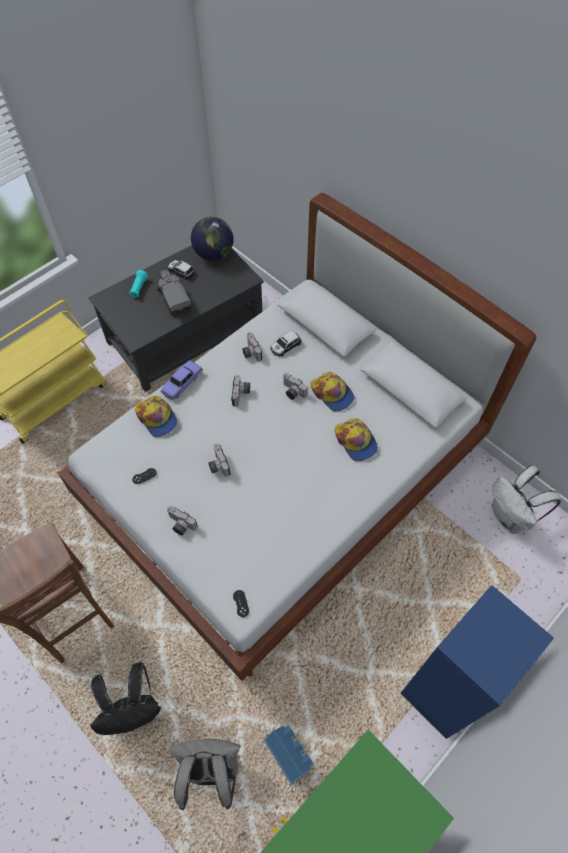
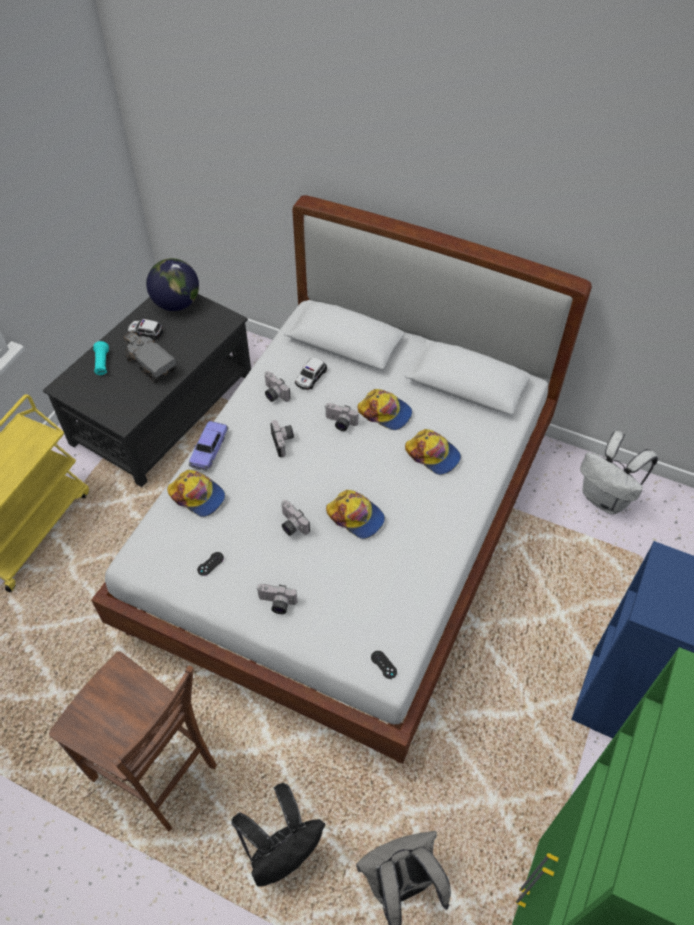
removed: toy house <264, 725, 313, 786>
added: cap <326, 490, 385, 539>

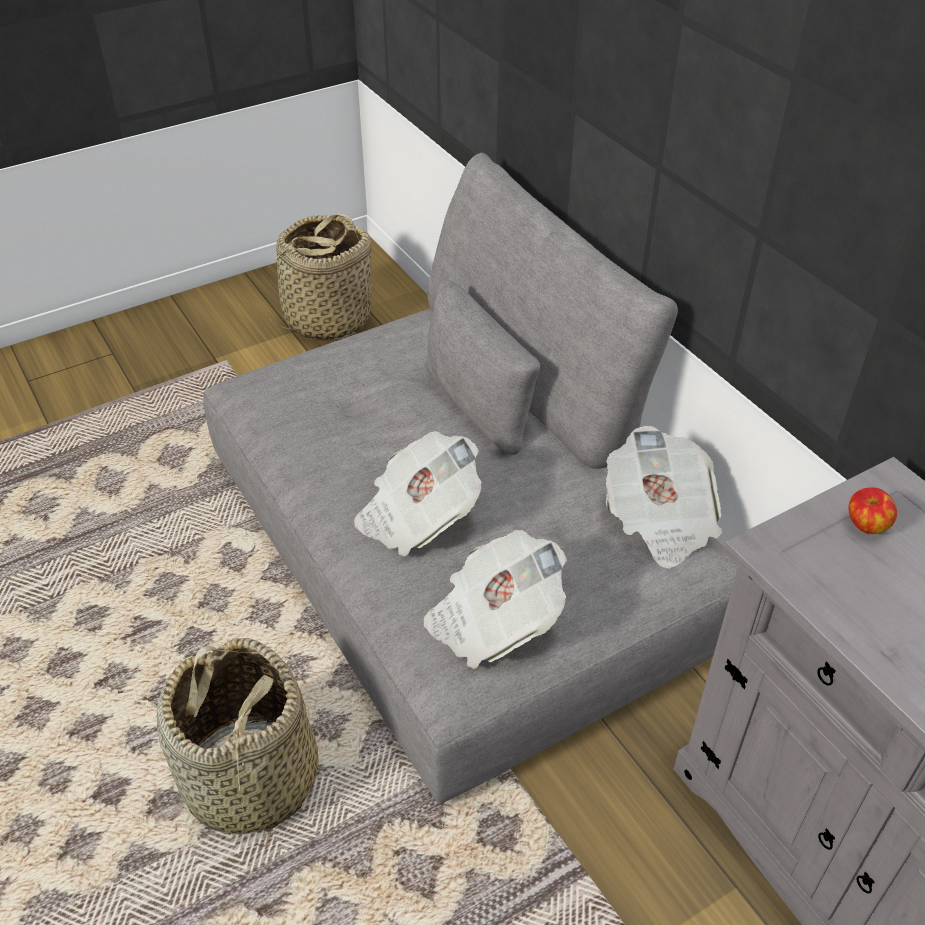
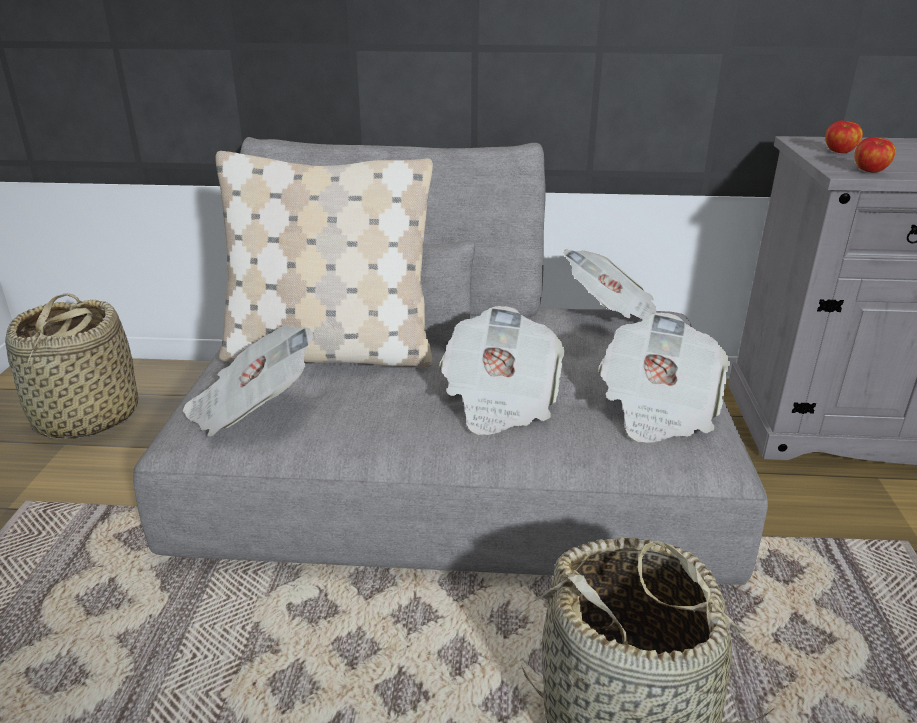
added: newspaper <183, 325, 315, 437>; beige pillow <215, 151, 433, 367>; apple <854, 137, 896, 173>

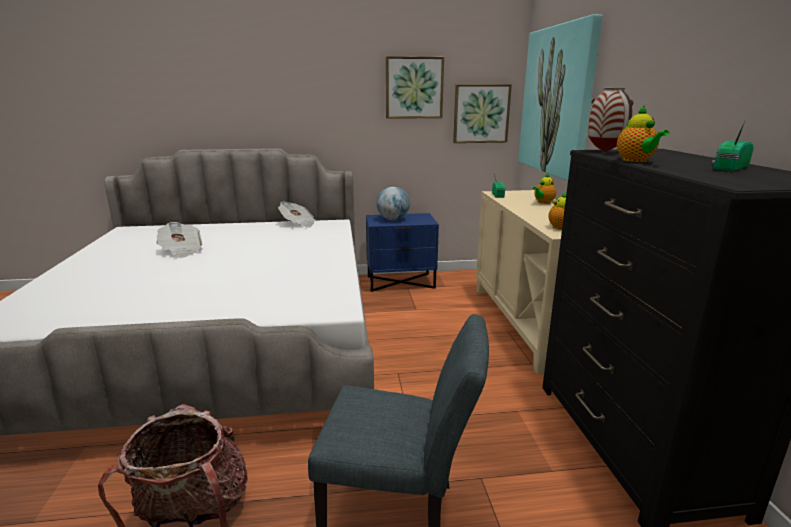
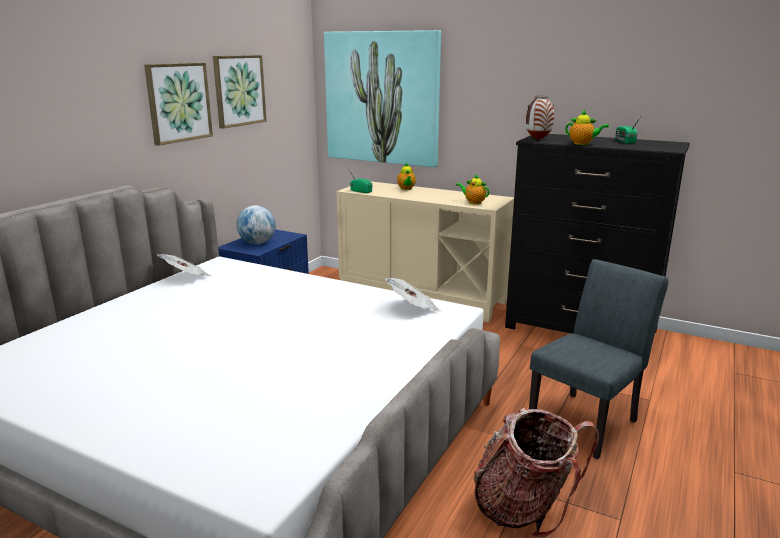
moved: newspaper <156, 222, 203, 258> to <385, 278, 441, 312>; picture <453, 84, 512, 143> to <144, 63, 213, 146>

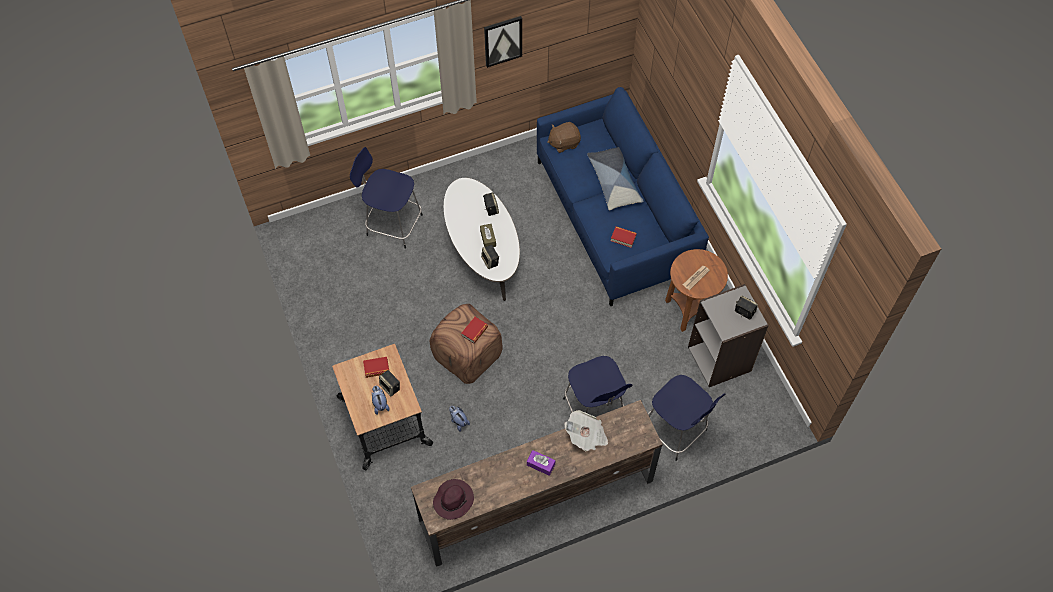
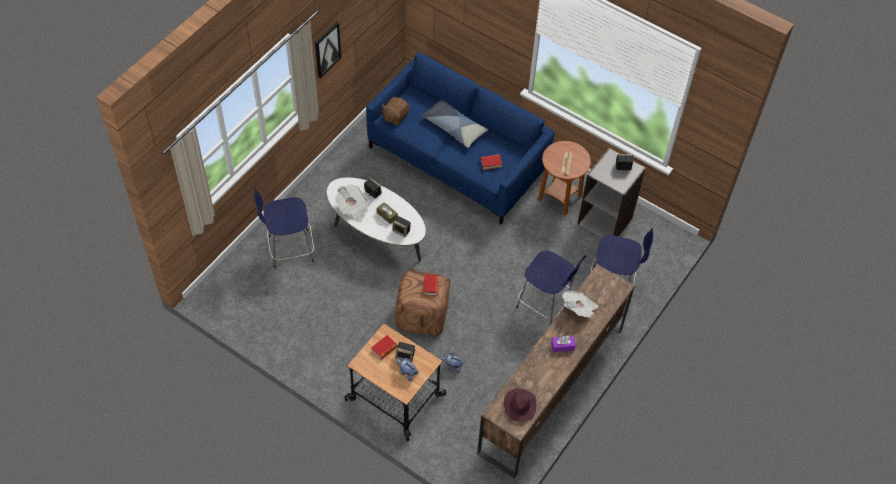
added: newspaper <335, 185, 370, 220>

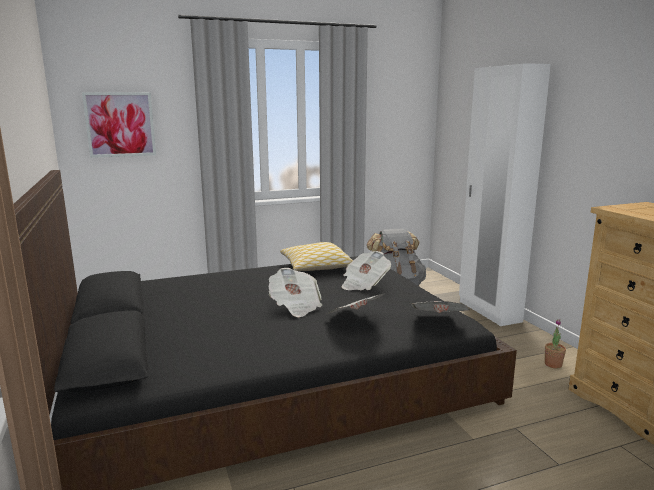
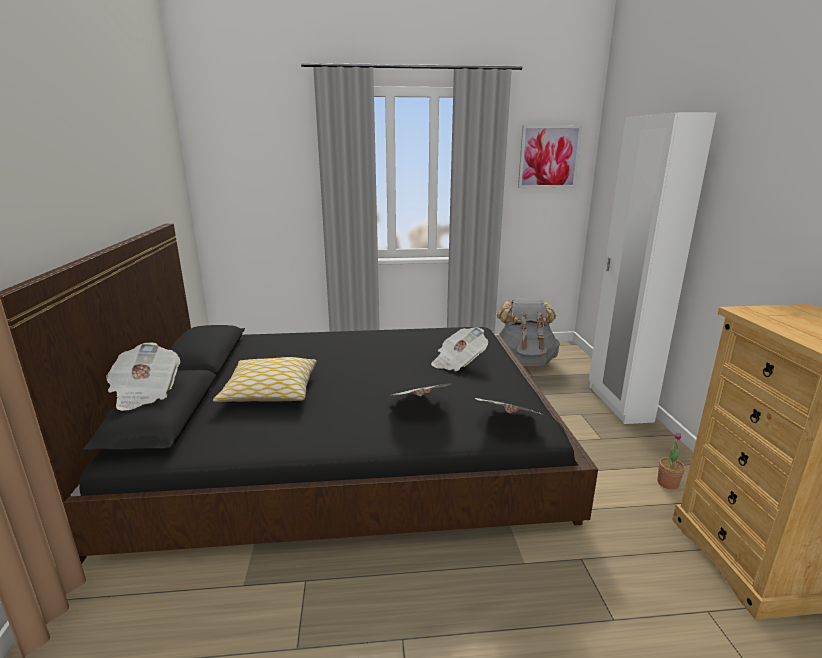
moved: picture <82, 92, 156, 158> to <518, 125, 582, 188>; newspaper <269, 268, 322, 317> to <106, 342, 180, 411>; pillow <280, 242, 353, 271> to <213, 357, 317, 402>

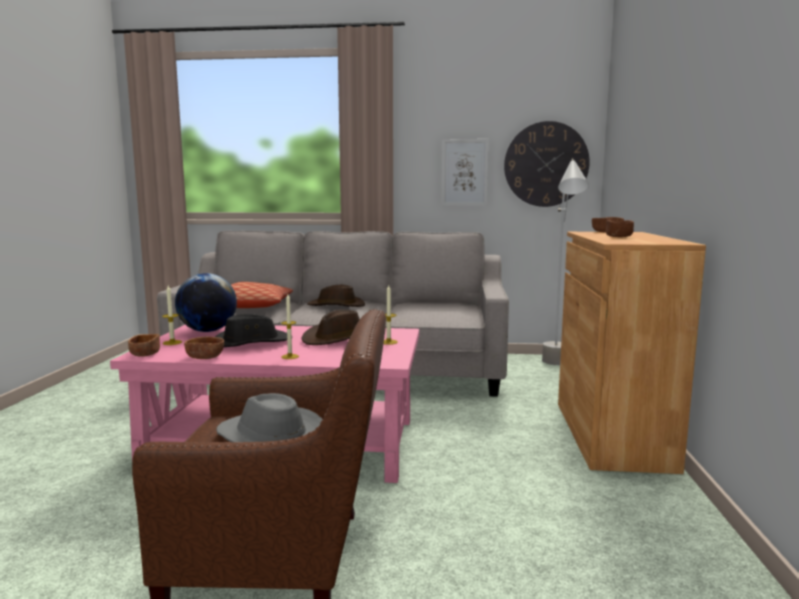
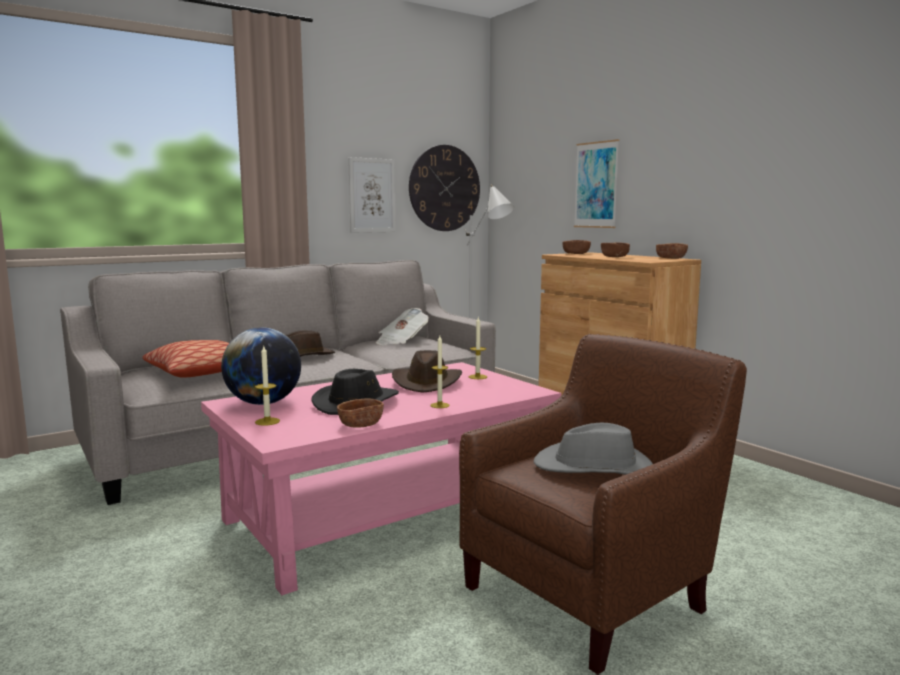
added: newspaper <376, 308, 429, 345>; picture <574, 139, 619, 228>
moved: brown bowl <128, 334, 160, 357> to <656, 243, 688, 259>

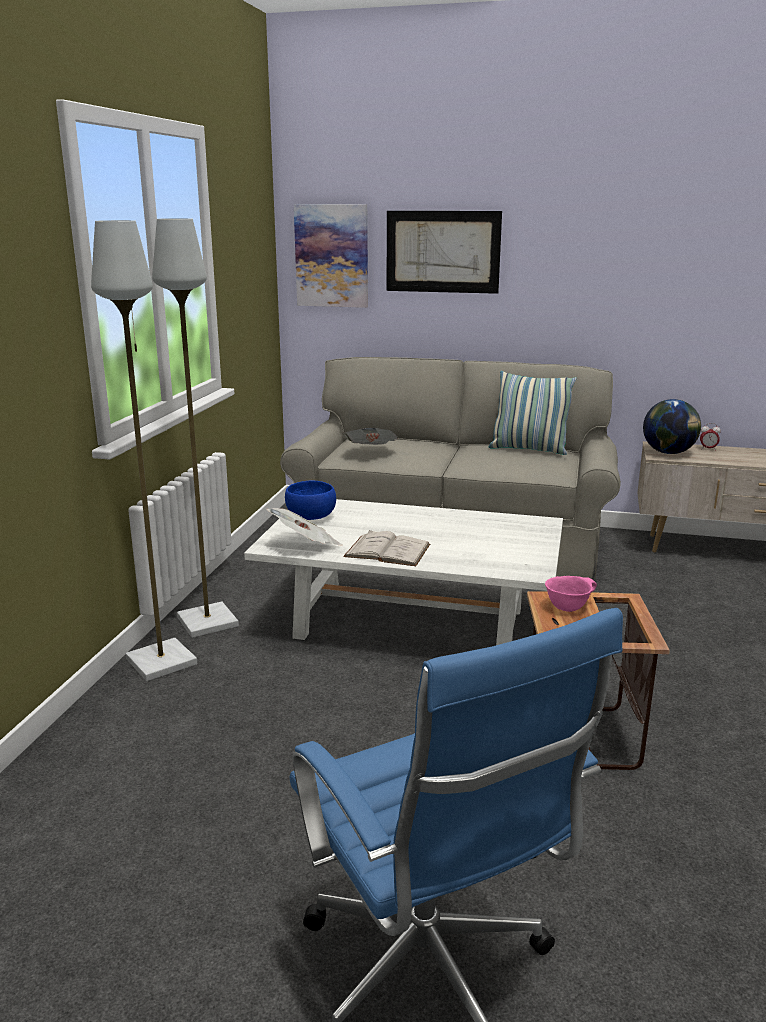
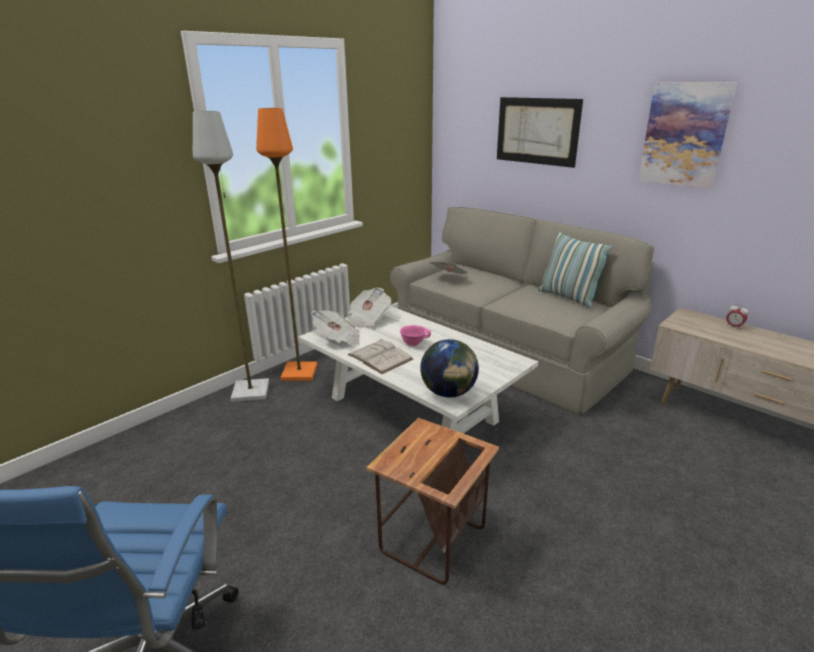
moved: picture <294, 204, 368, 308> to <638, 83, 737, 189>; pink bowl <545, 576, 597, 612> to <400, 325, 431, 346>; globe <643, 399, 701, 454> to <420, 339, 479, 398>
replaced: blue bowl <285, 481, 336, 520> to newspaper <348, 287, 391, 327>
recoloured: grey floor lamp <152, 218, 239, 638> to orange floor lamp <256, 108, 318, 381>

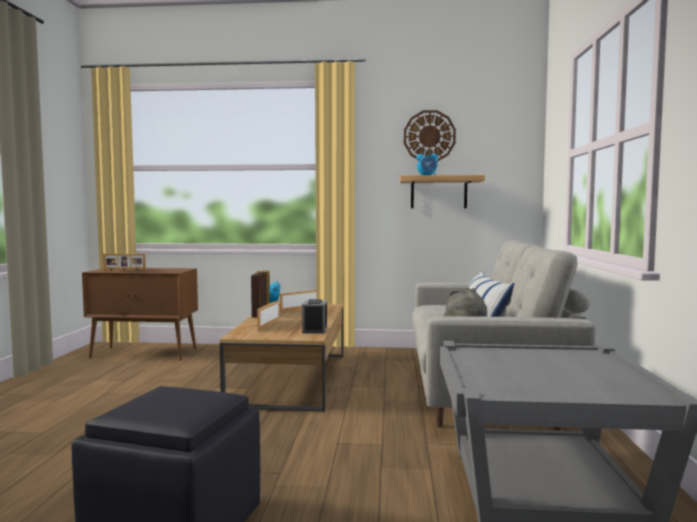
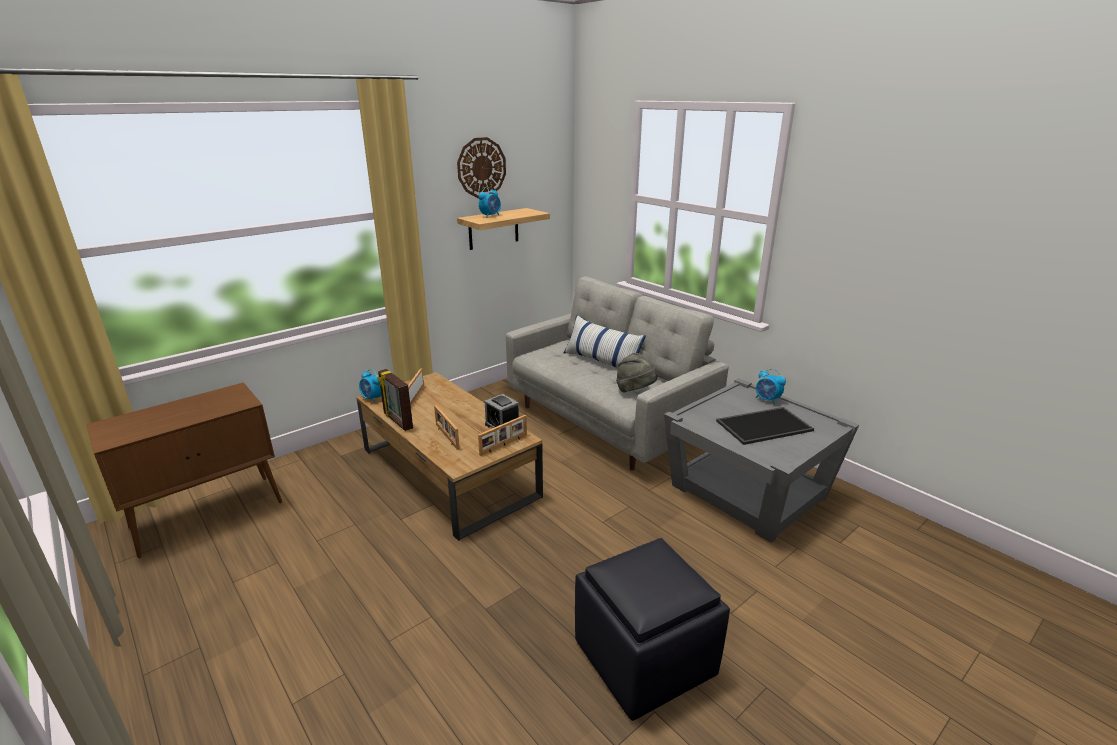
added: tray <716, 407, 814, 445>; alarm clock <755, 369, 786, 405>
moved: picture frame <103, 254, 146, 271> to <478, 415, 527, 456>

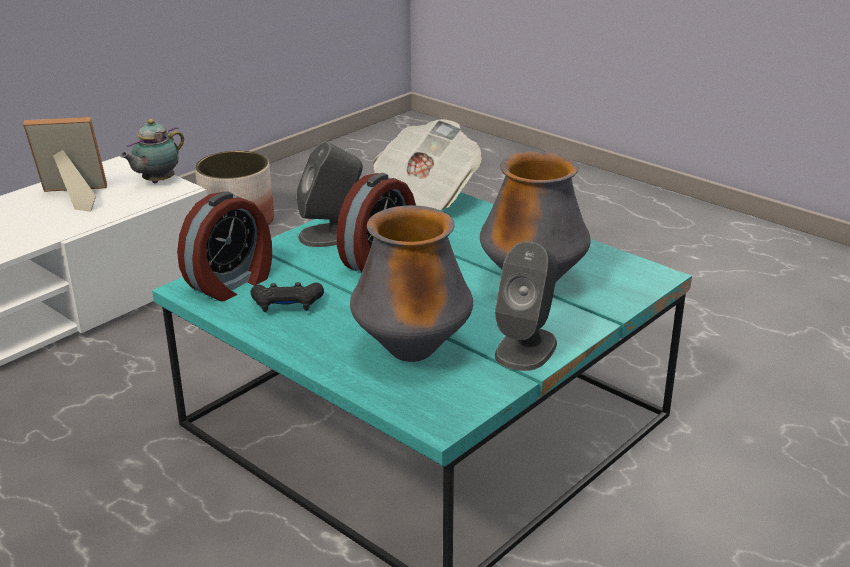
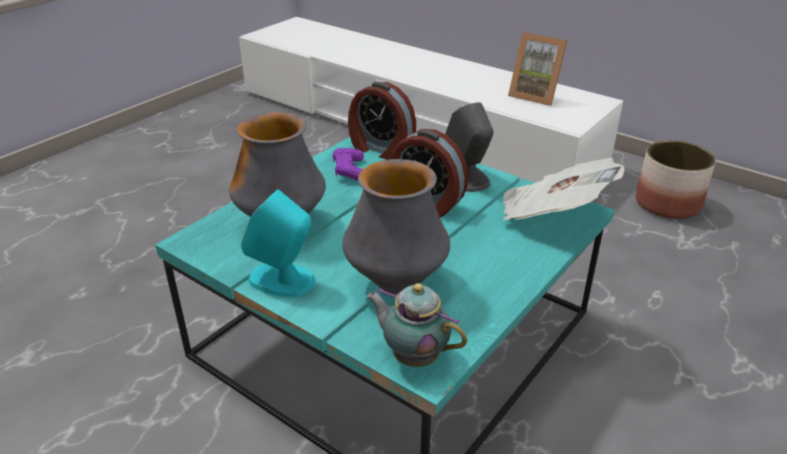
moved: teapot <120, 119, 184, 183> to <366, 283, 467, 367>
recoloured: black game controller <250, 282, 324, 312> to purple game controller <333, 148, 364, 181>; grey speaker <495, 242, 557, 371> to turquoise speaker <241, 189, 315, 297>
turned: picture frame <23, 117, 107, 212> = <508, 32, 568, 106> 135 degrees clockwise

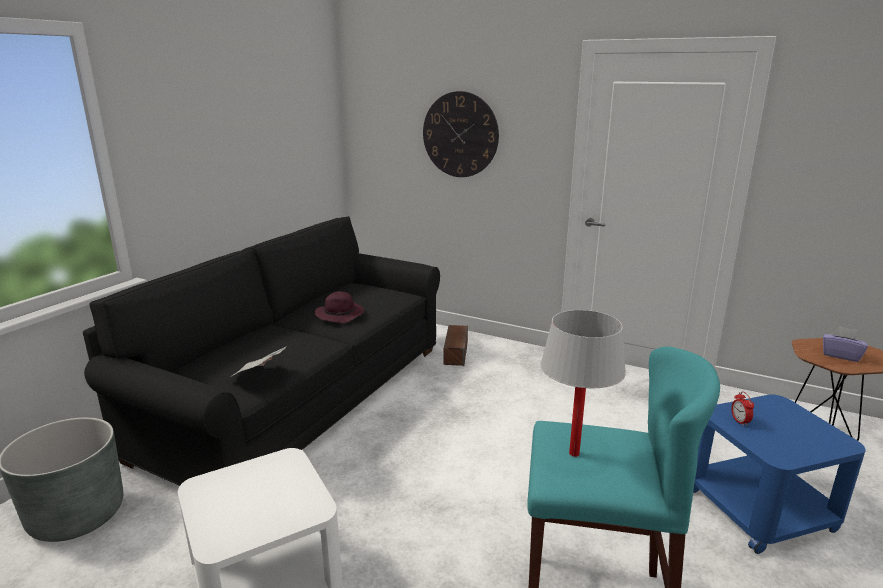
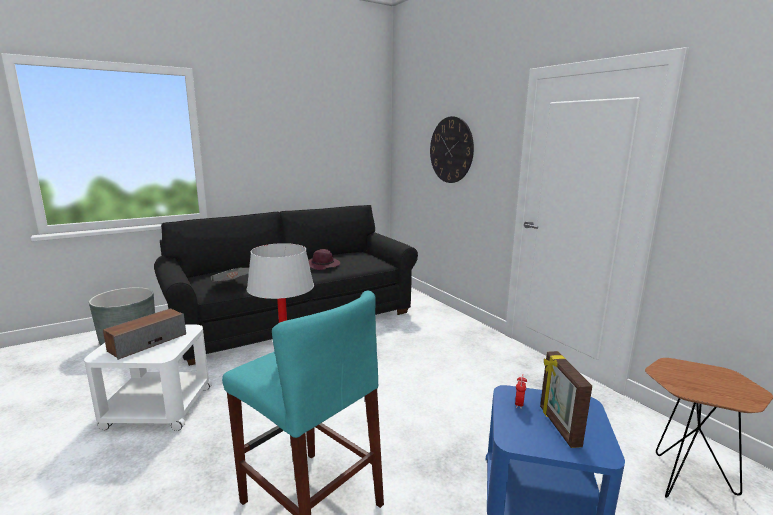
removed: purple tissue box <823, 326, 868, 362>
added: picture frame <540, 351, 592, 448>
moved: speaker <444, 325, 468, 366> to <103, 308, 186, 360>

